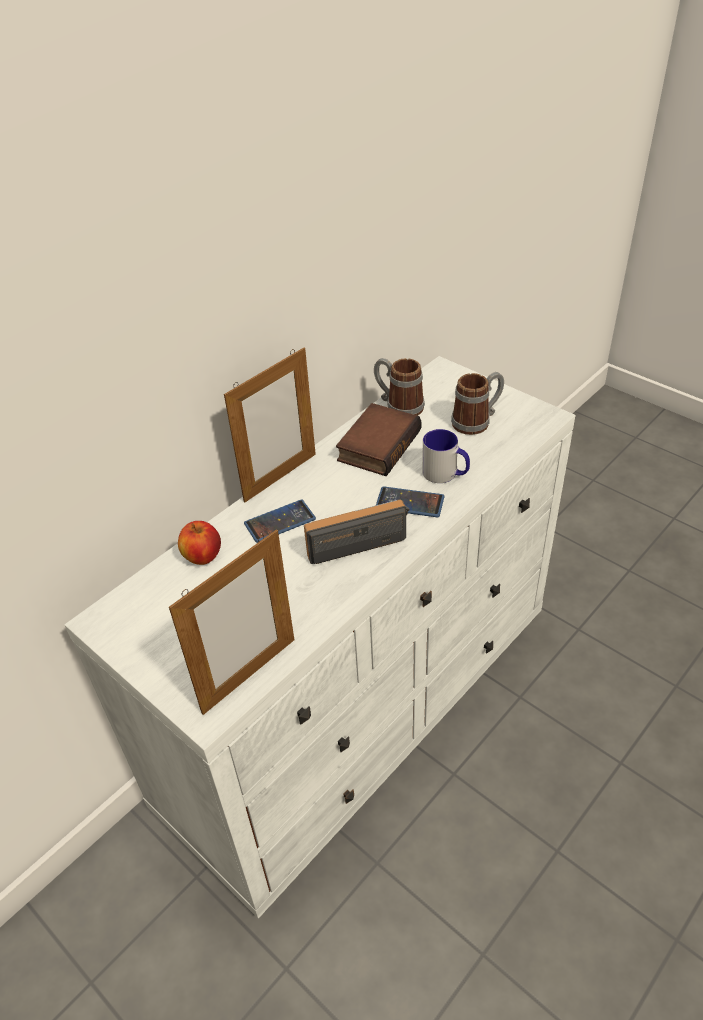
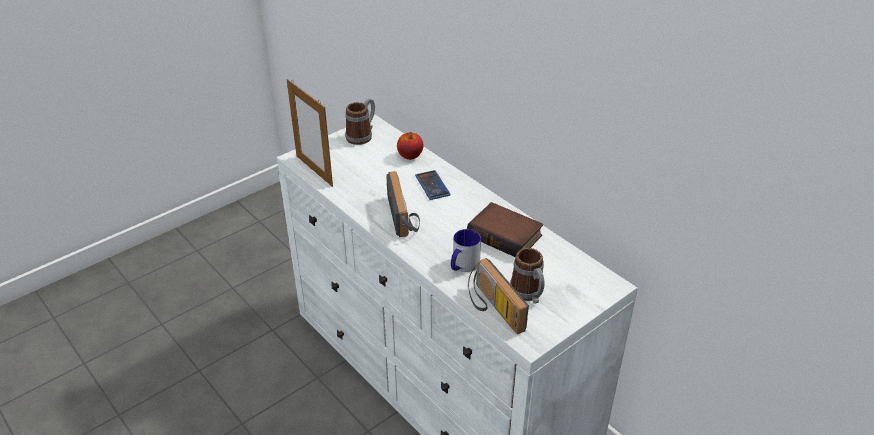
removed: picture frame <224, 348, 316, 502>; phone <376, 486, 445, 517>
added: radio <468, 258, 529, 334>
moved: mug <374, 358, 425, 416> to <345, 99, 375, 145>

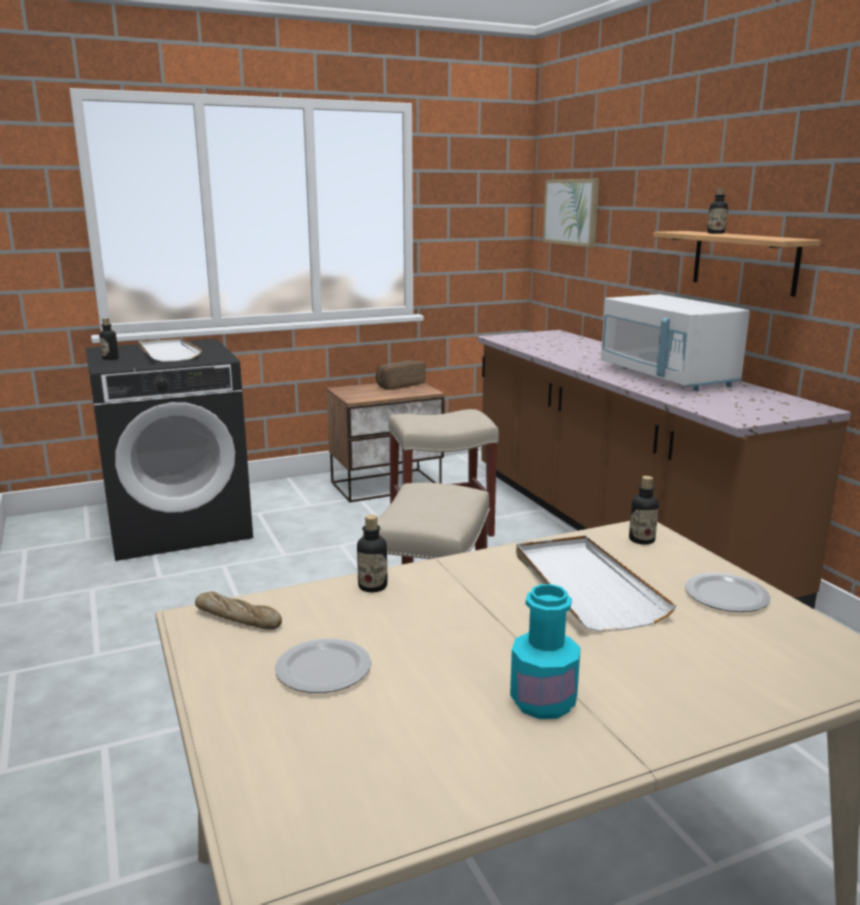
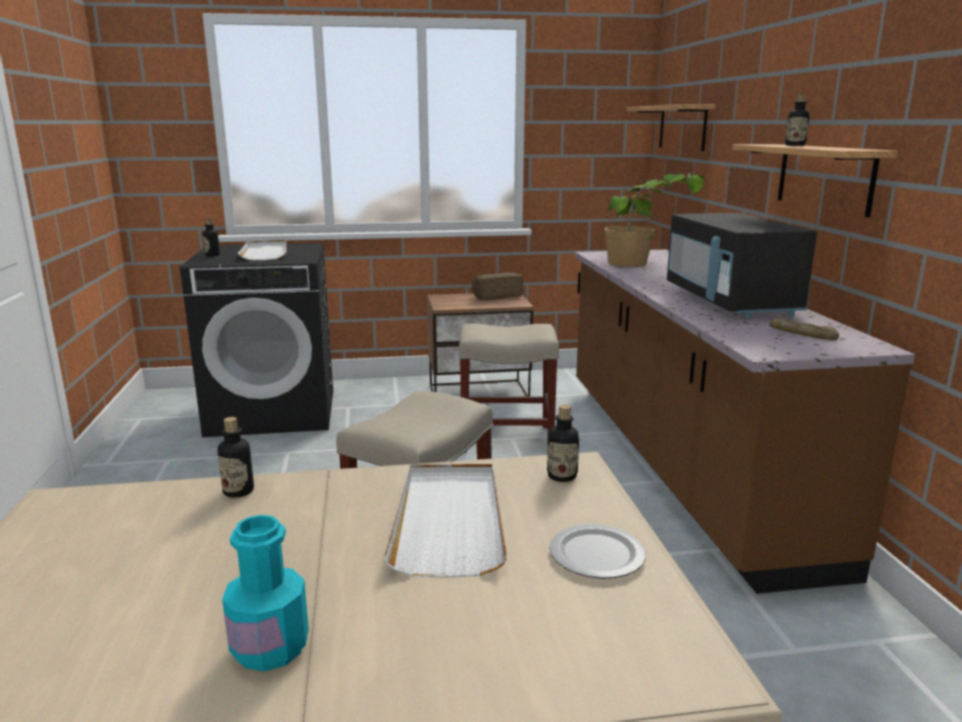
removed: plate <275, 638, 371, 693>
added: potted plant <604, 173, 706, 267>
moved: bread <195, 591, 282, 630> to <769, 318, 839, 340>
replaced: picture <543, 179, 599, 247> to shelf <627, 104, 716, 151>
recoloured: white microwave <601, 294, 750, 391> to black microwave <667, 213, 817, 319>

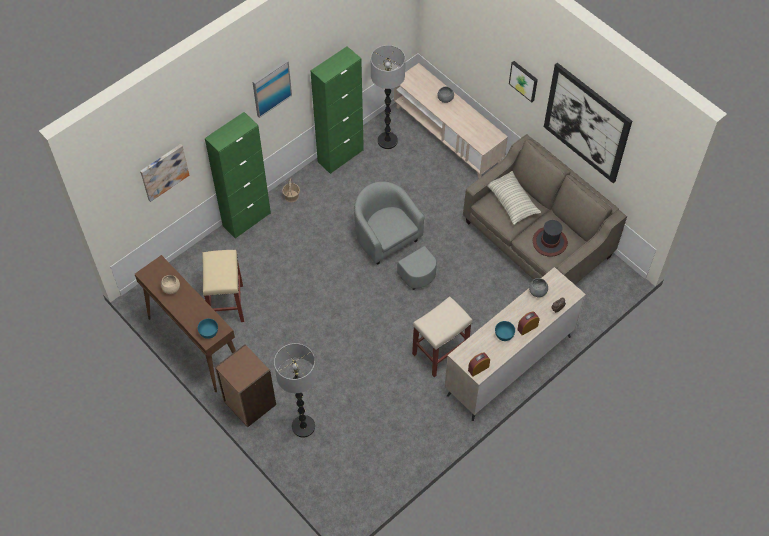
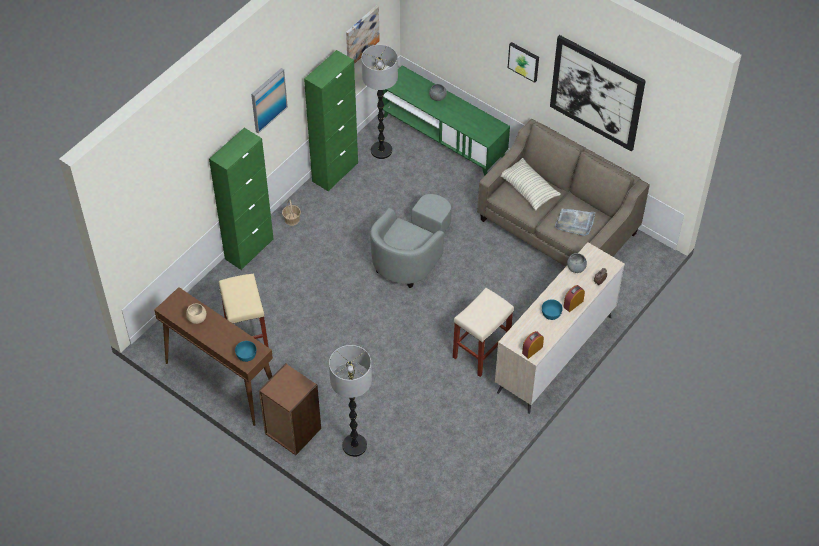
moved: picture <140, 144, 189, 202> to <346, 6, 380, 64>
replaced: hat <533, 220, 568, 257> to grey tray <555, 209, 596, 236>
recoloured: beige tv stand <394, 63, 508, 178> to green tv stand <382, 65, 510, 175>
turned: grey armchair <354, 181, 437, 290> = <370, 194, 451, 288> 105 degrees counterclockwise

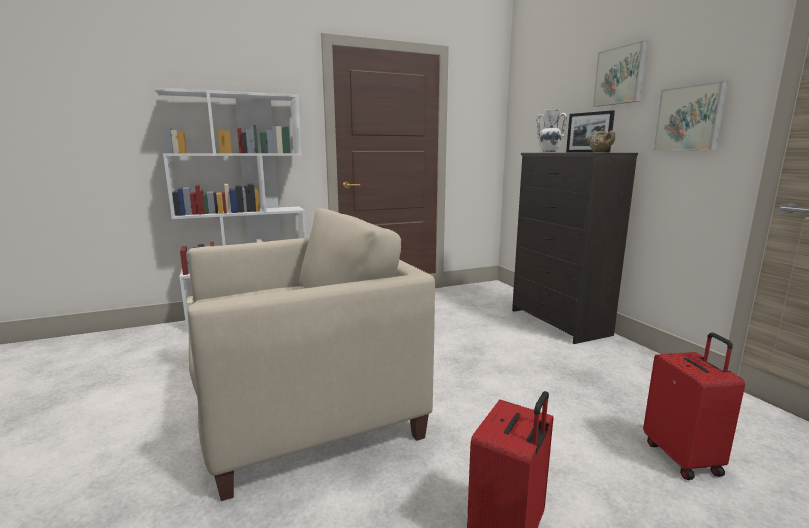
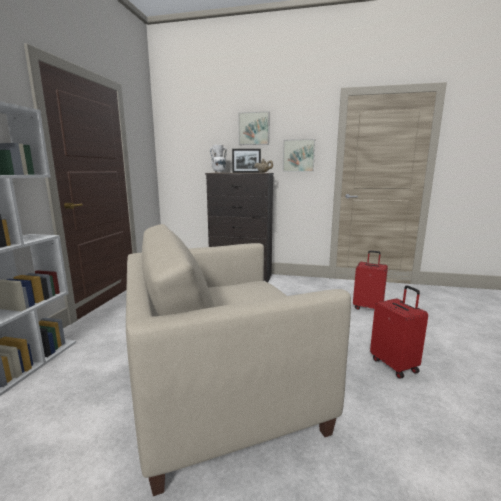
turned: beige armchair <188, 208, 435, 501> = <126, 224, 351, 496> 120 degrees counterclockwise

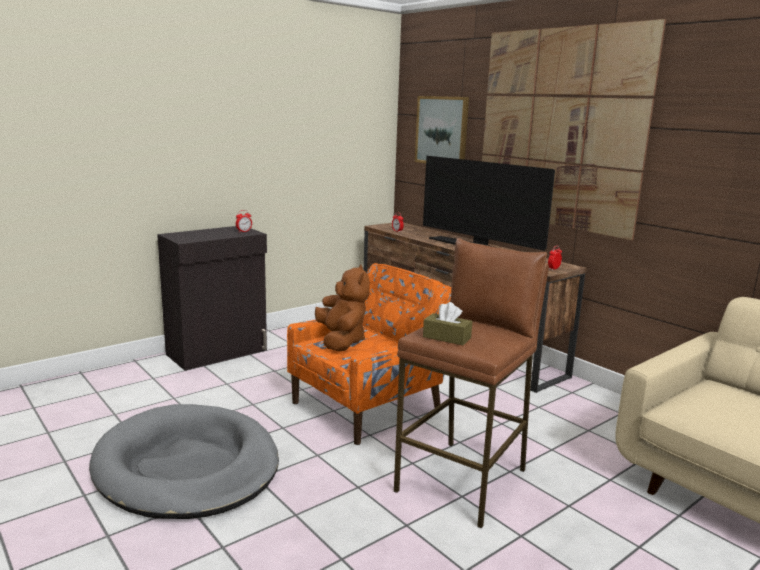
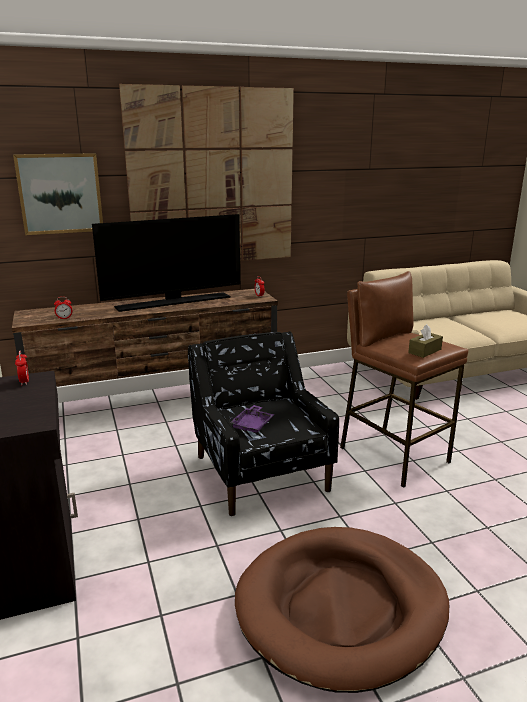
replaced: brown plush toy <315, 264, 370, 352> to purple tray <229, 405, 275, 433>
recoloured: grey dog bed <89, 404, 279, 519> to brown dog bed <235, 527, 449, 693>; orange armchair <287, 263, 451, 445> to black armchair <188, 331, 339, 516>

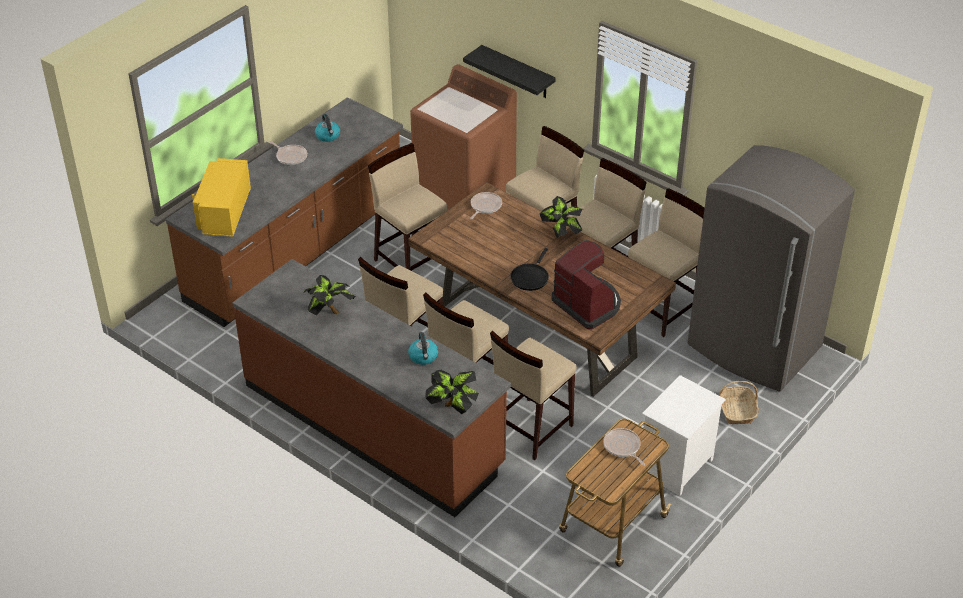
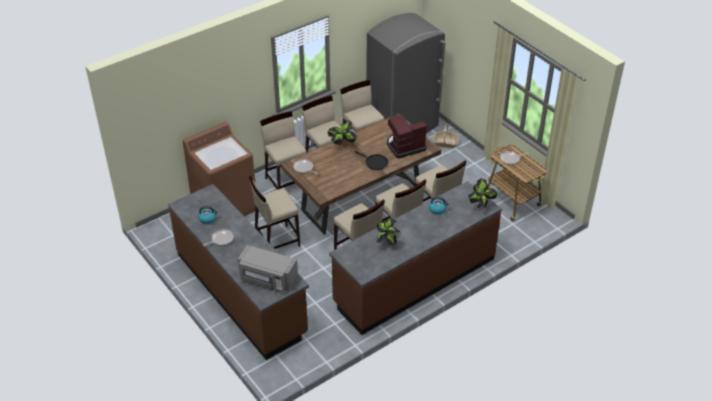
removed: black shelf <463, 45, 556, 98>; white nightstand <642, 375, 726, 496>
recoloured: yellow microwave <192, 158, 251, 237> to grey microwave <238, 245, 298, 292>

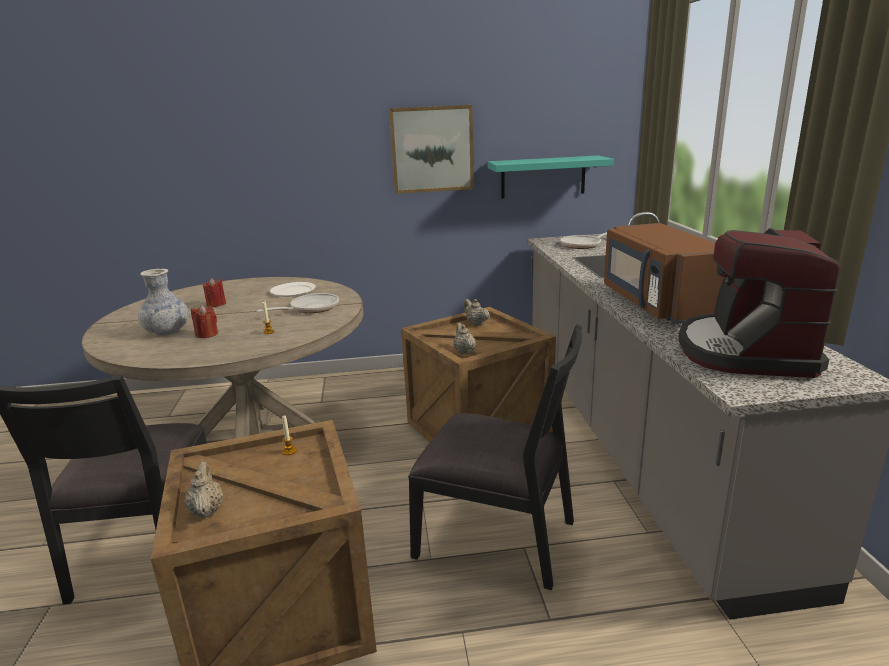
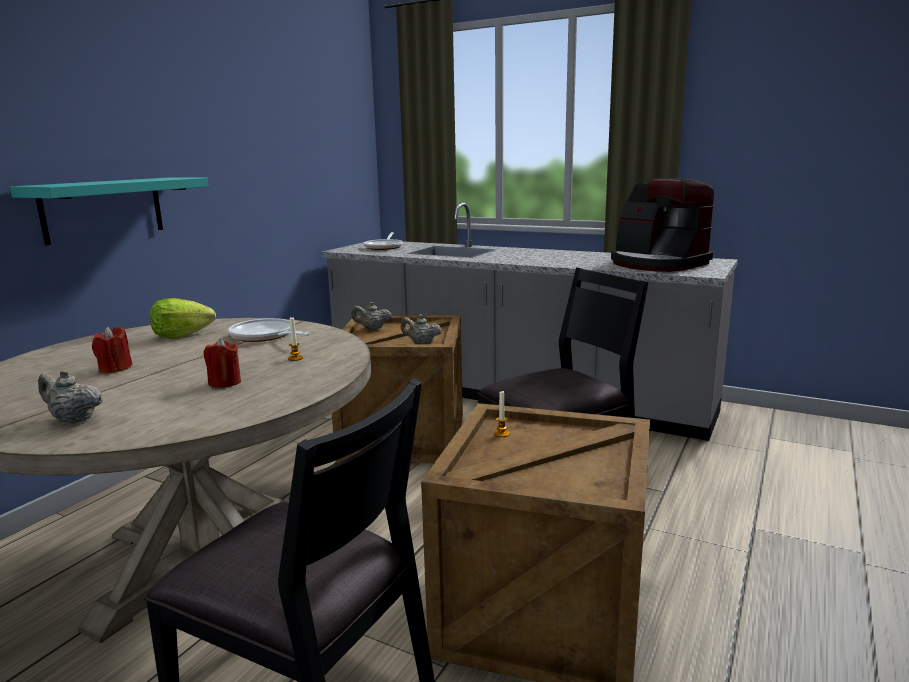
removed: vase <138, 269, 189, 336>; picture <389, 105, 474, 194>; brown microwave <604, 223, 724, 324>
moved: beige teapot <185, 461, 224, 518> to <38, 369, 103, 424>; turquoise shelf <488, 155, 614, 198> to <10, 177, 209, 245>
replaced: white plate <270, 282, 316, 297> to lettuce <150, 298, 216, 338>
turned: frying pan <256, 293, 339, 313> = <228, 318, 310, 342> 45 degrees counterclockwise

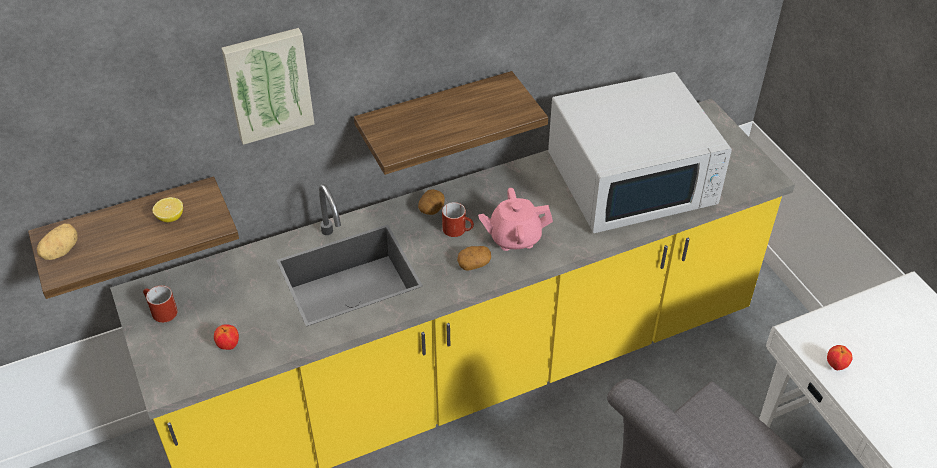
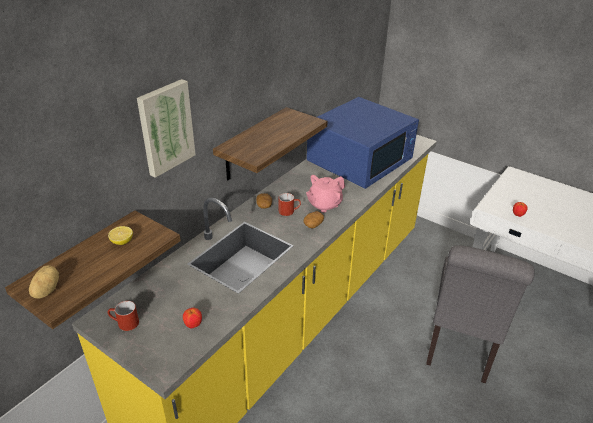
recoloured: white microwave <548, 72, 732, 233> to blue microwave <307, 97, 419, 189>

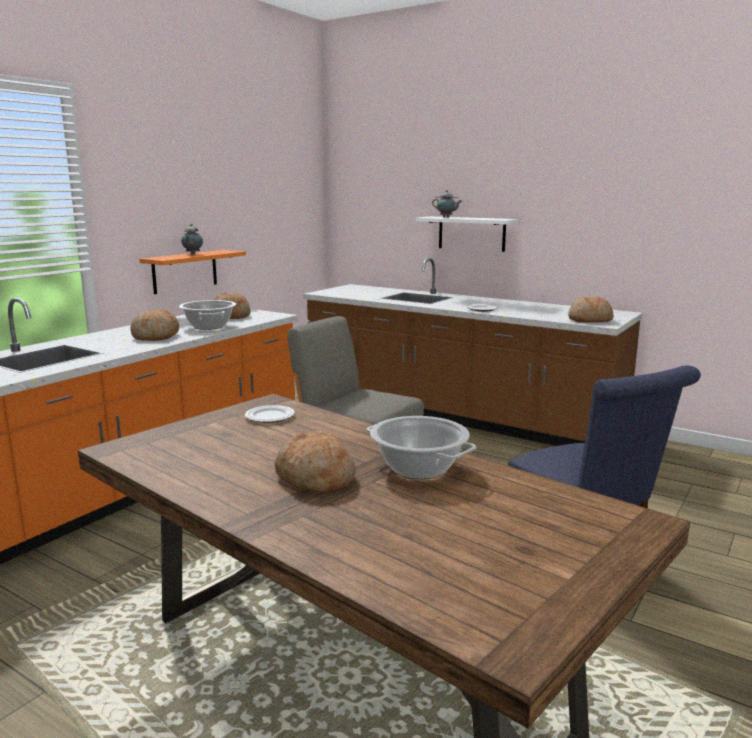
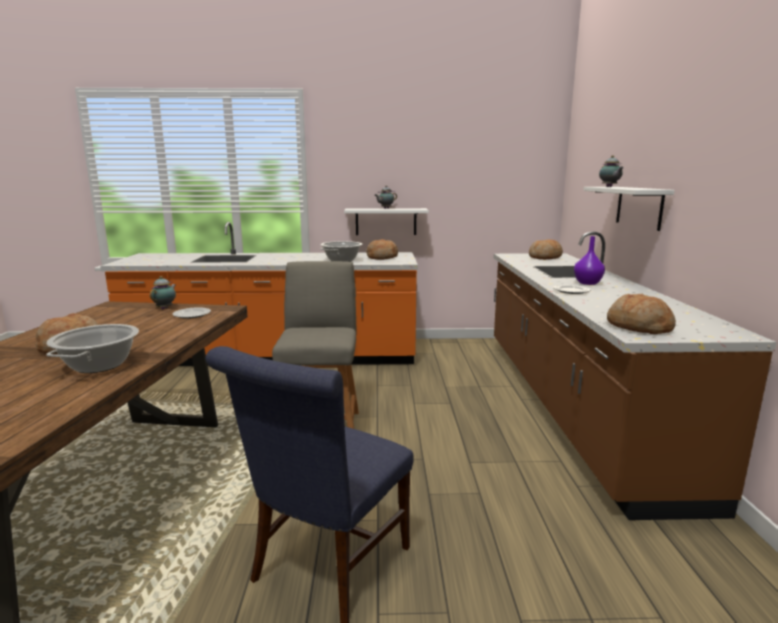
added: teapot <150, 276, 176, 309>; purple vase <574, 236, 605, 285>
moved: bread <130, 309, 179, 341> to <529, 240, 563, 260>
recoloured: orange shelf <139, 250, 246, 294> to white shelf <344, 208, 429, 235>

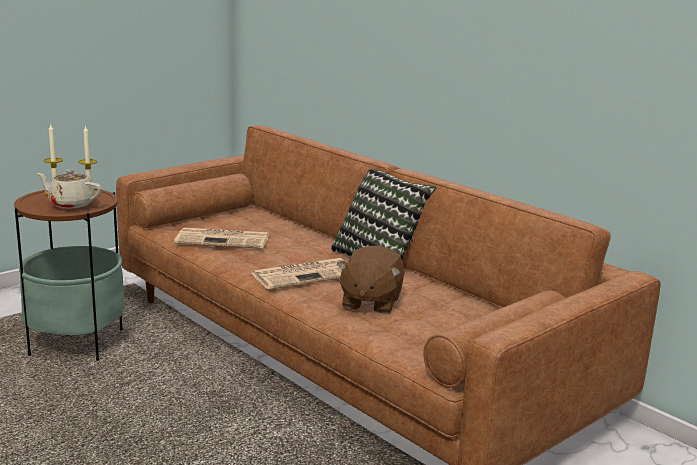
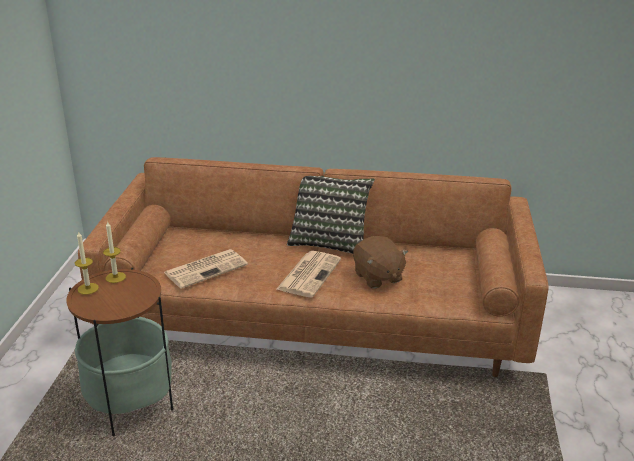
removed: beige teapot <37, 169, 102, 209>

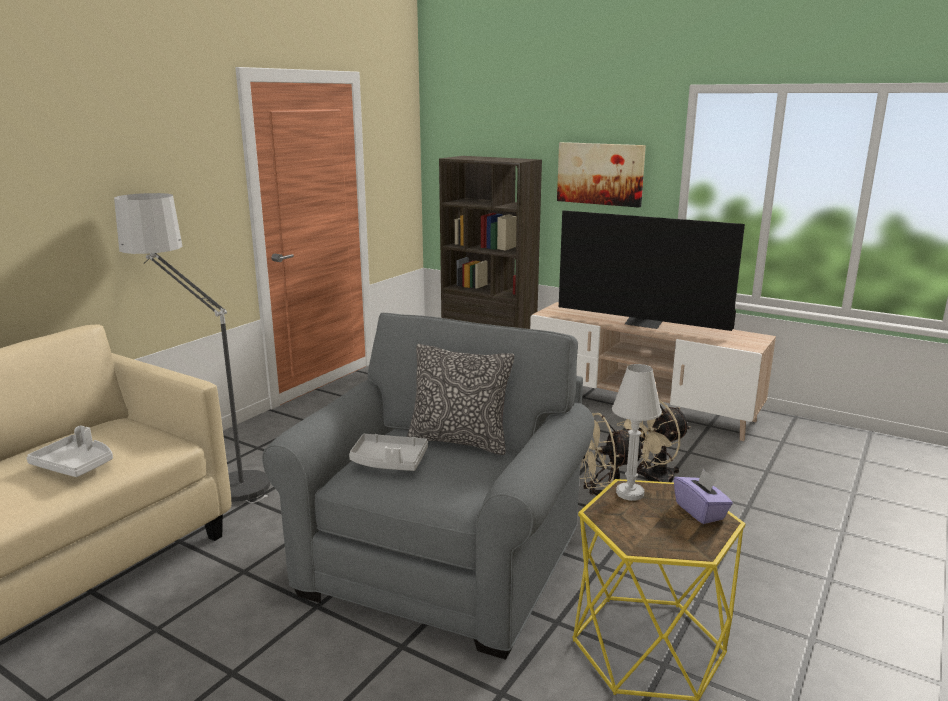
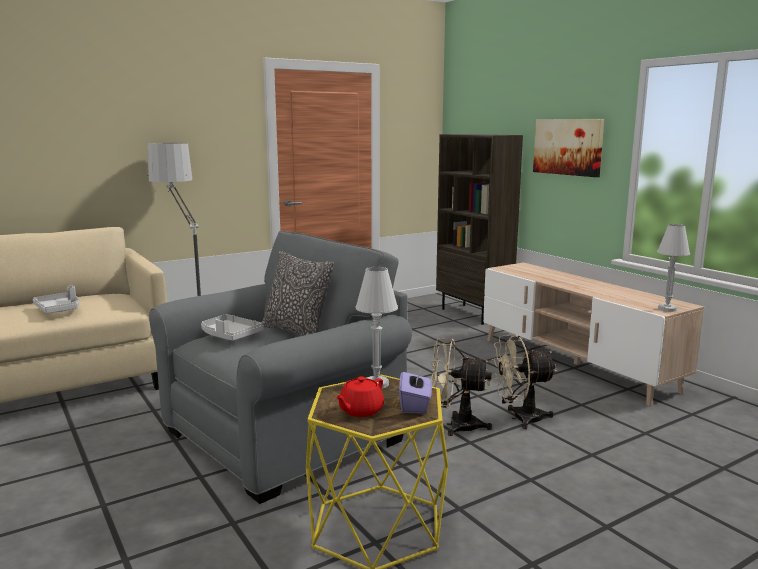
removed: television <559, 210, 745, 331>
added: red teapot <335, 376, 384, 417>; white table lamp <657, 224, 690, 312>

